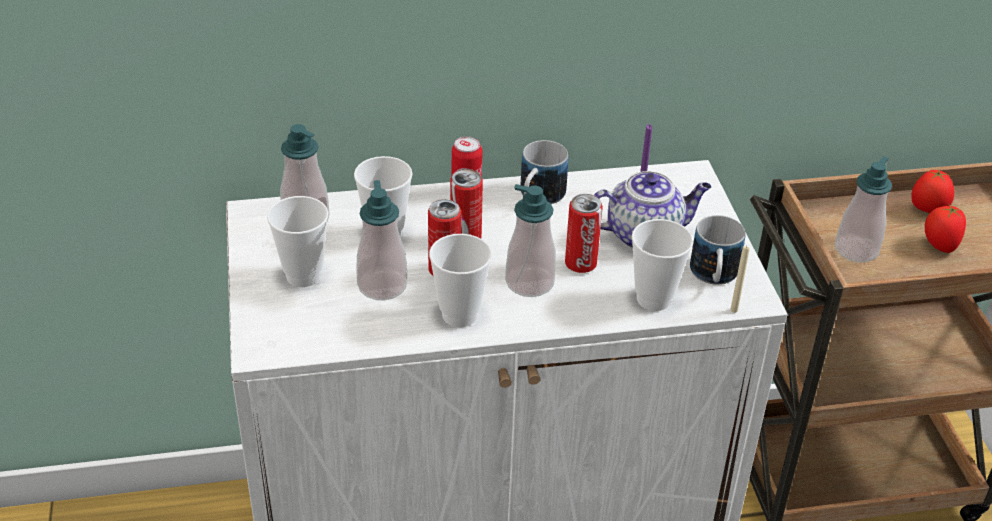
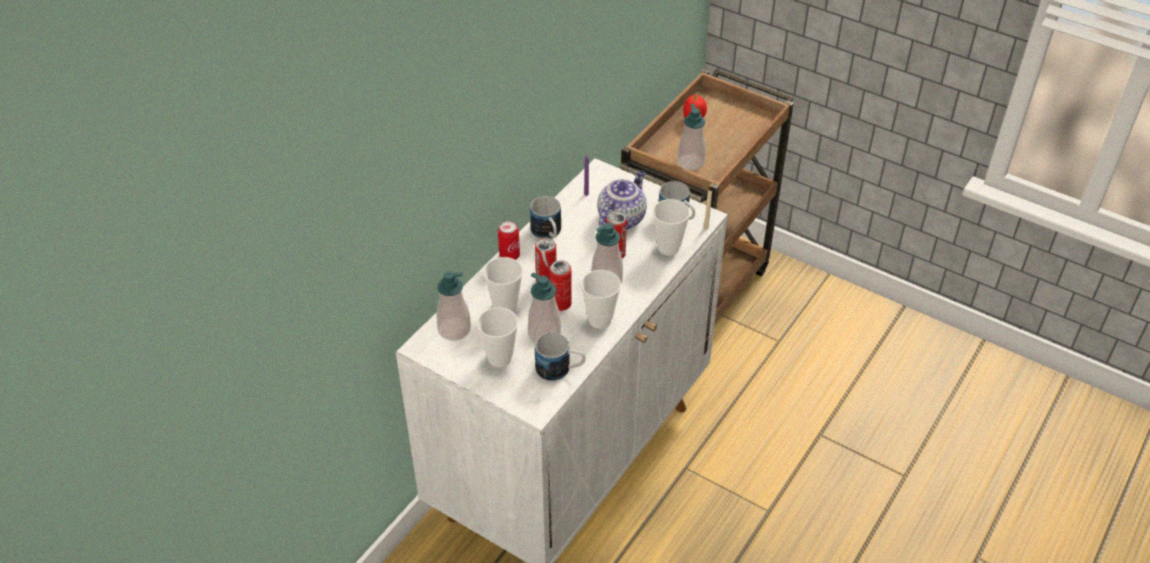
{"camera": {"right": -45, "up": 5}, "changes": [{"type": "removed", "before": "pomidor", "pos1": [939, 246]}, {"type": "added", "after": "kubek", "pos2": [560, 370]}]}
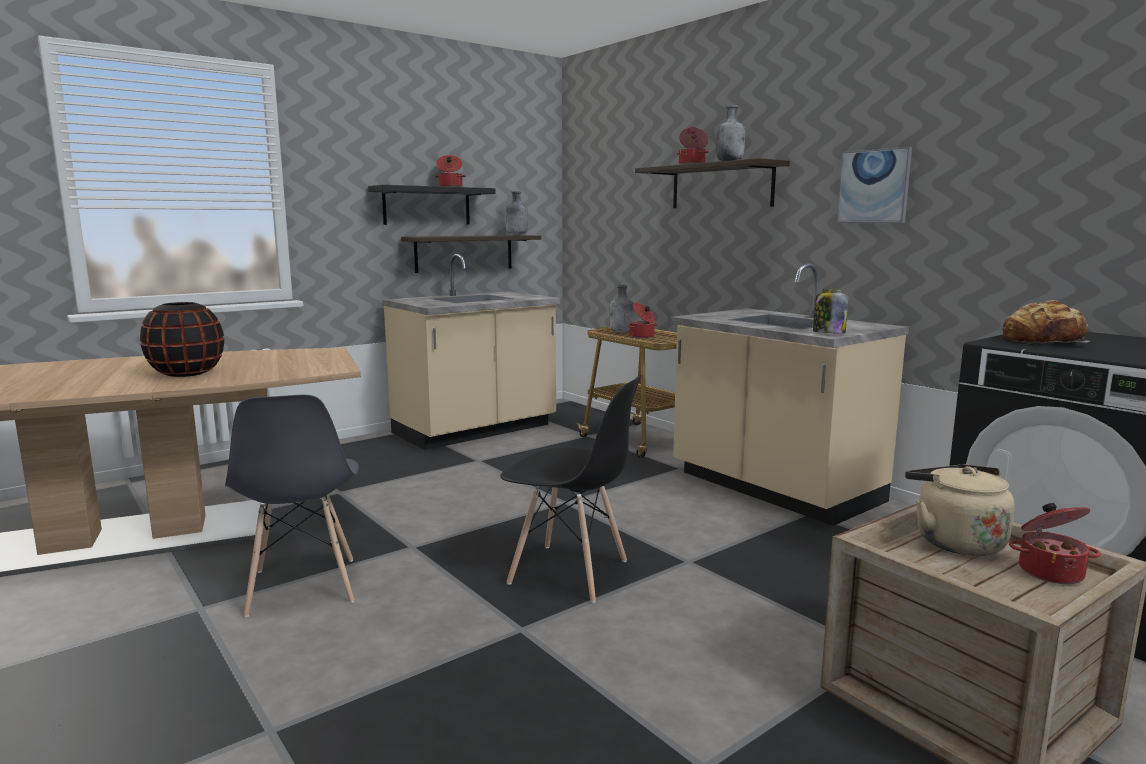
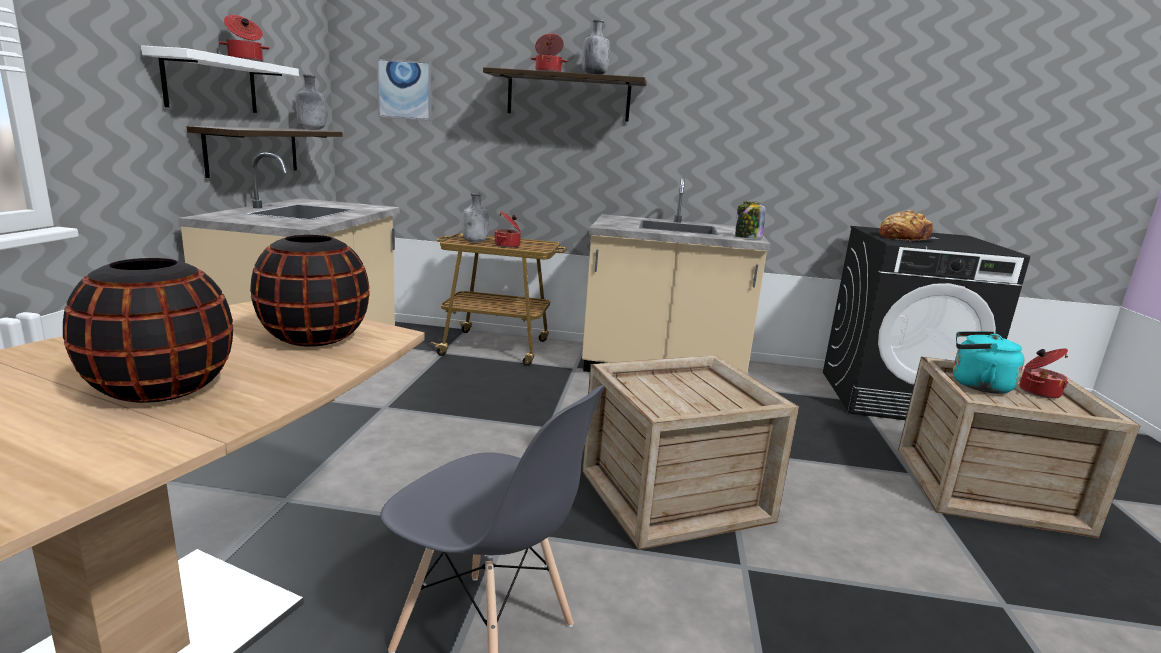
{"camera": {"right": -45, "up": 5}, "changes": [{"type": "recoloured", "before": "półka [czarny]", "after": "półka [biały]", "pos1": [427, 206], "pos2": [211, 84]}, {"type": "replaced", "before": "krzesło [czarny]", "after": "skrzynka", "pos1": [569, 572], "pos2": [677, 496]}, {"type": "moved", "before": "obraz", "pos1": [874, 186], "pos2": [405, 90]}, {"type": "recoloured", "before": "czajnik [beżowy]", "after": "czajnik [turkusowy]", "pos1": [954, 541], "pos2": [976, 385]}, {"type": "added", "after": "wazon [czarny]", "pos2": [315, 339]}]}
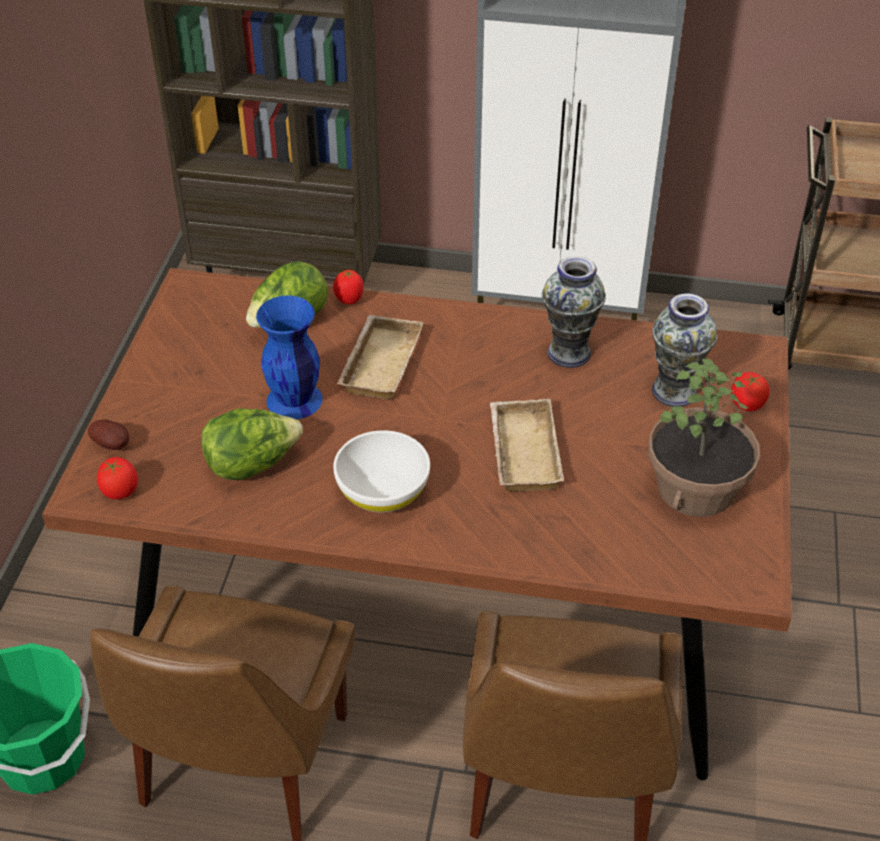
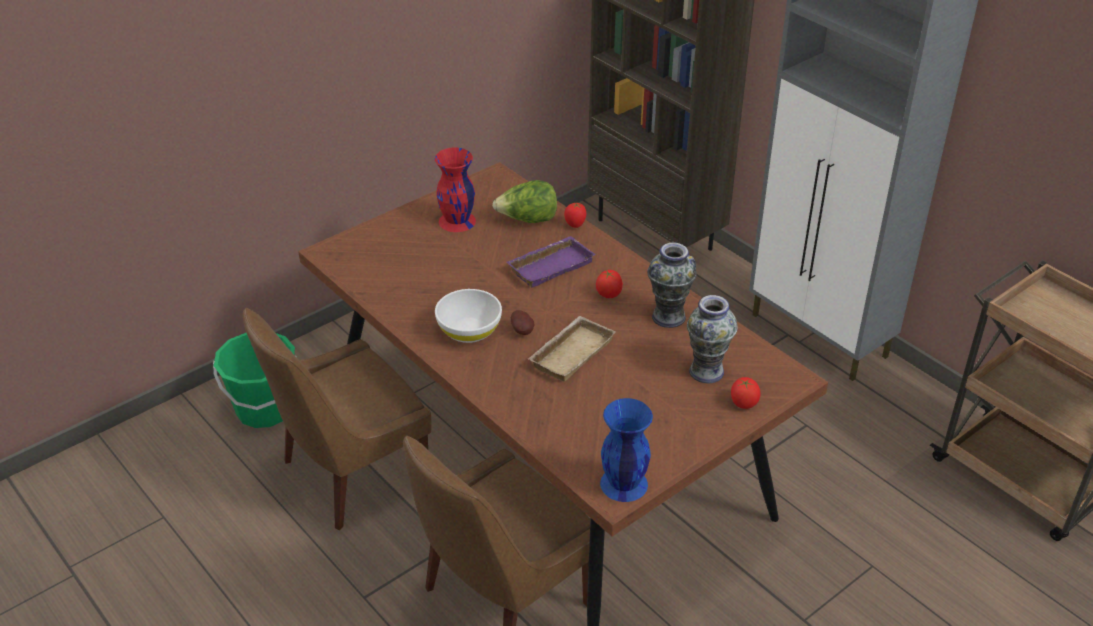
{"camera": {"right": 40, "up": -5}, "changes": [{"type": "moved", "before": "ziemniak", "pos1": [113, 445], "pos2": [523, 331]}, {"type": "moved", "before": "pomidor", "pos1": [120, 491], "pos2": [609, 294]}, {"type": "removed", "before": "sałata", "pos1": [252, 464]}, {"type": "moved", "before": "wazon [niebieski]", "pos1": [293, 400], "pos2": [623, 484]}, {"type": "recoloured", "before": "taca [beżowy]", "after": "taca [fioletowy]", "pos1": [379, 362], "pos2": [550, 265]}, {"type": "removed", "before": "roślina doniczkowa", "pos1": [696, 489]}, {"type": "added", "after": "wazon [czerwony]", "pos2": [456, 221]}]}
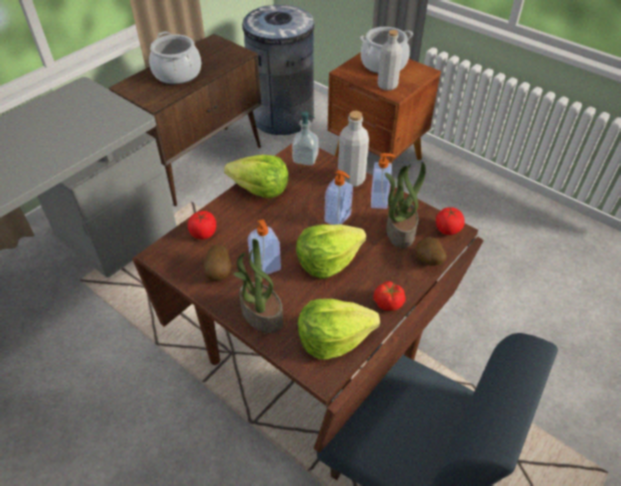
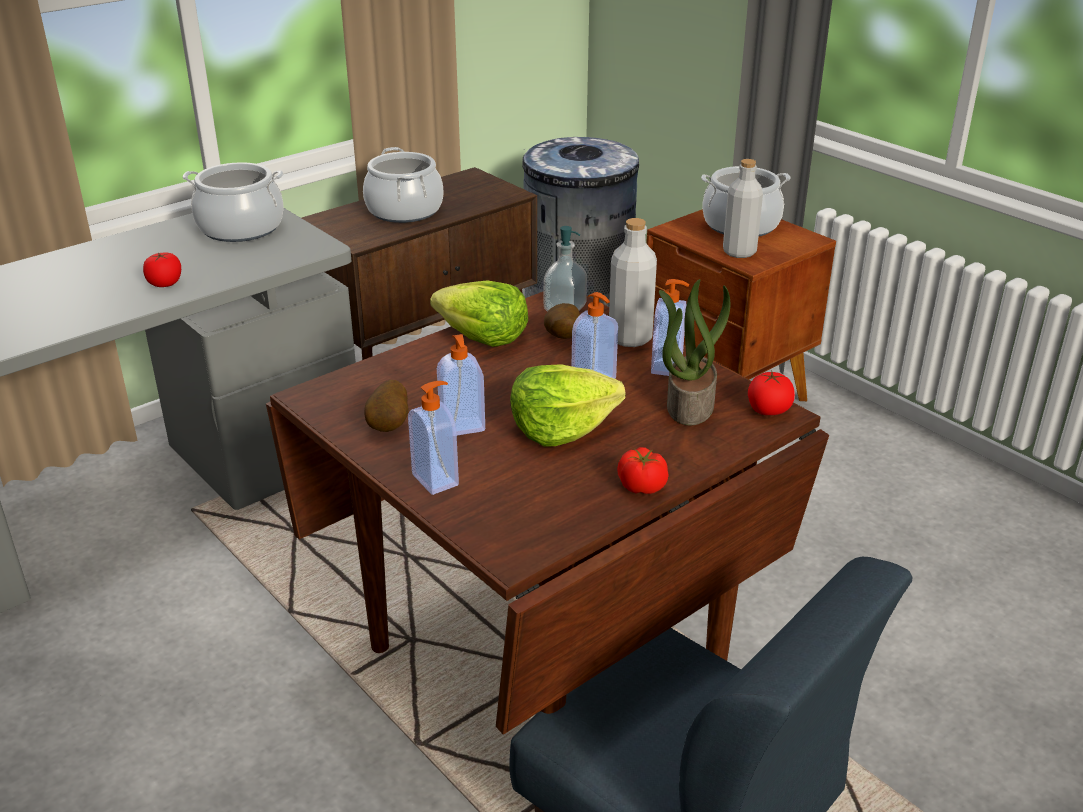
{"camera": {"right": 10, "up": -15}, "changes": [{"type": "moved", "before": "pomidor", "pos1": [203, 233], "pos2": [165, 283]}, {"type": "replaced", "before": "roślina doniczkowa", "after": "dozownik mydła", "pos1": [260, 315], "pos2": [437, 479]}, {"type": "removed", "before": "sałata", "pos1": [333, 338]}, {"type": "moved", "before": "ziemniak", "pos1": [428, 261], "pos2": [562, 338]}, {"type": "added", "after": "garnek", "pos2": [241, 228]}]}
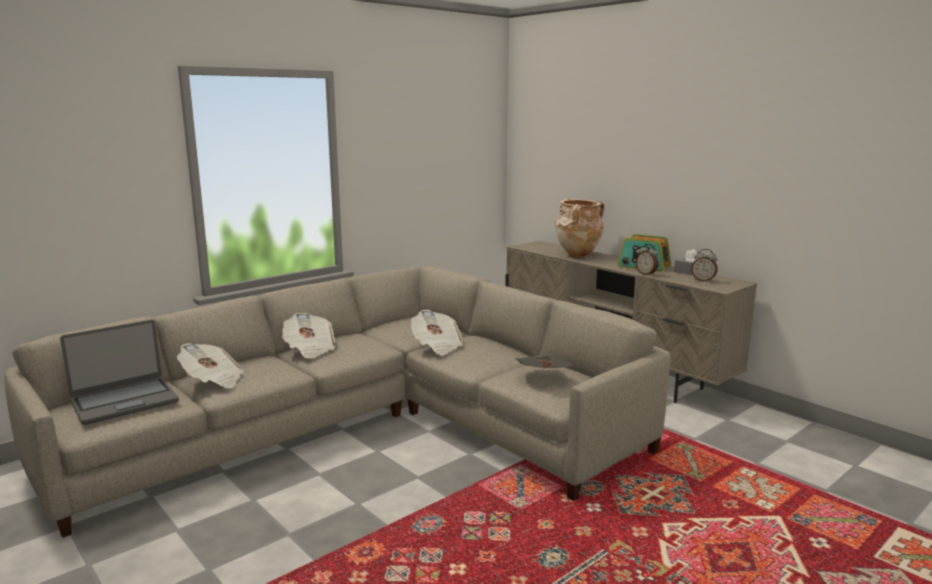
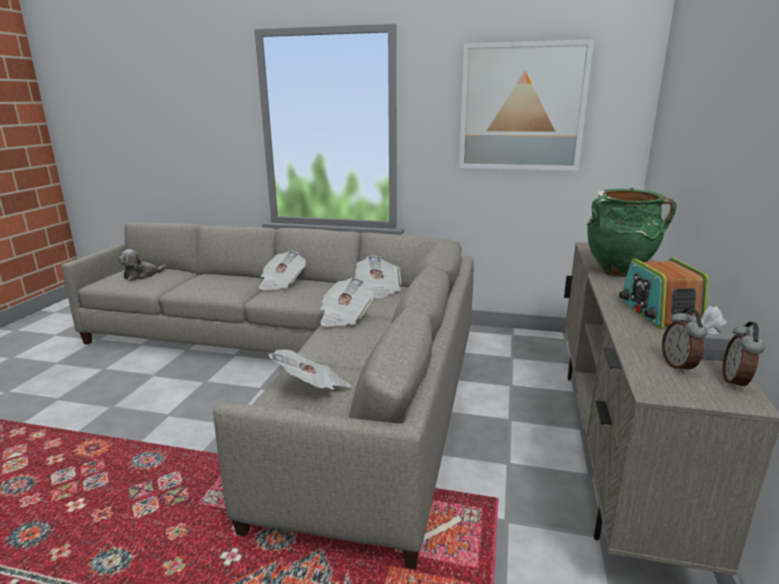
{"camera": {"right": 55, "up": 5}, "changes": [{"type": "replaced", "before": "laptop", "after": "pluszak", "pos1": [124, 401], "pos2": [142, 276]}, {"type": "moved", "before": "gazeta", "pos1": [213, 380], "pos2": [378, 289]}, {"type": "recoloured", "before": "wazon [beżowy]", "after": "wazon [zielony]", "pos1": [577, 255], "pos2": [618, 272]}, {"type": "moved", "before": "budzik", "pos1": [646, 274], "pos2": [736, 382]}, {"type": "added", "after": "obraz", "pos2": [522, 107]}]}
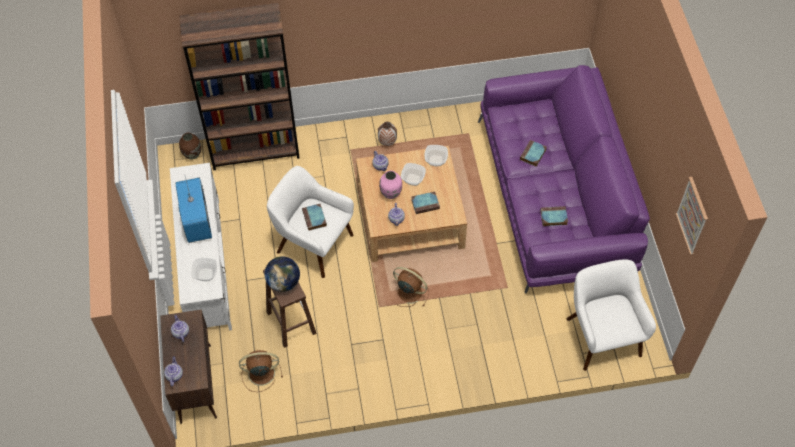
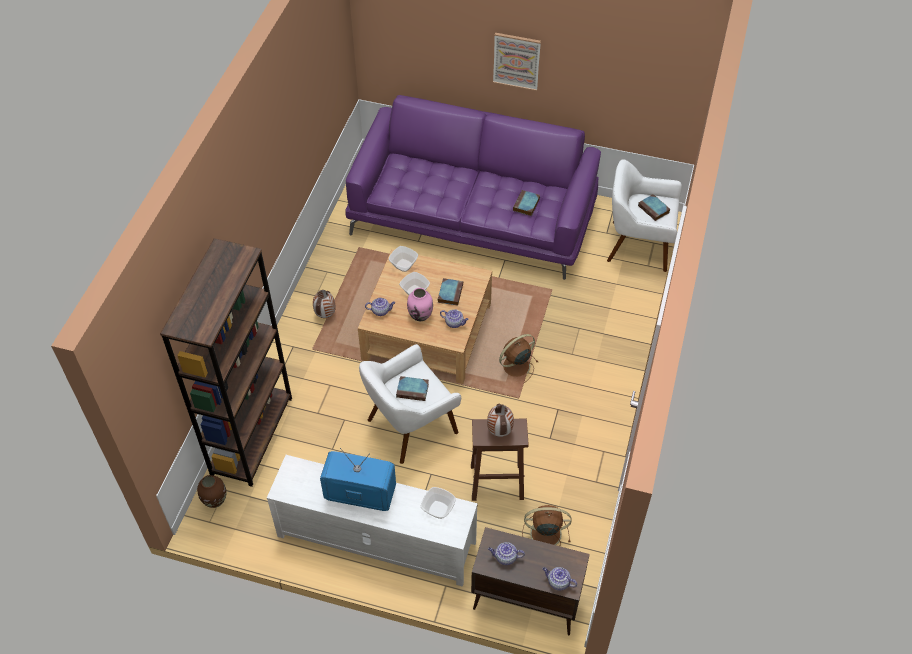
{"camera": {"right": -65, "up": -5}, "changes": [{"type": "turned", "before": "wentylator [brązowy]", "pos1": [260, 373], "pos2": [544, 533], "turn": 75}, {"type": "replaced", "before": "globus", "after": "wazon", "pos1": [283, 282], "pos2": [499, 432]}, {"type": "moved", "before": "książka", "pos1": [533, 155], "pos2": [654, 209]}, {"type": "moved", "before": "obraz", "pos1": [692, 215], "pos2": [516, 61]}]}
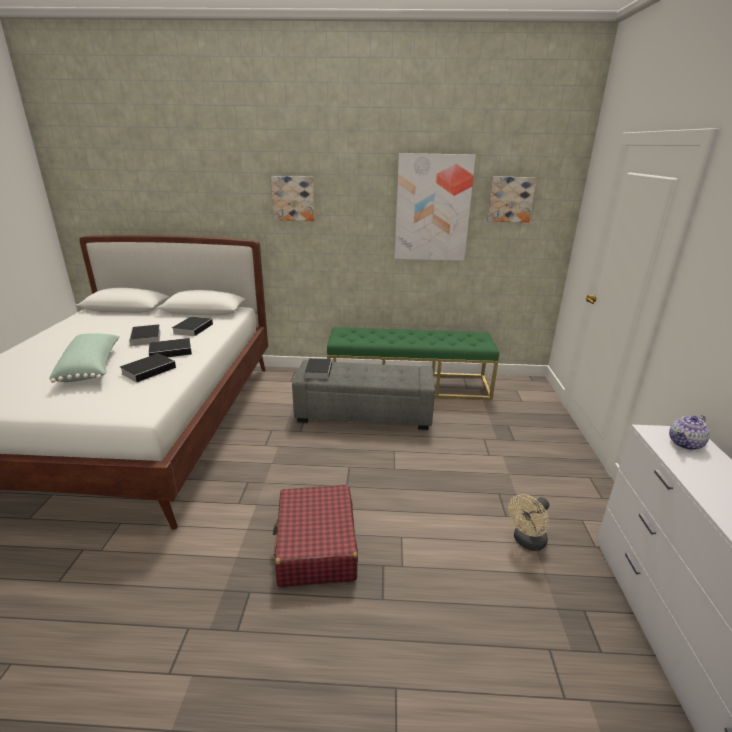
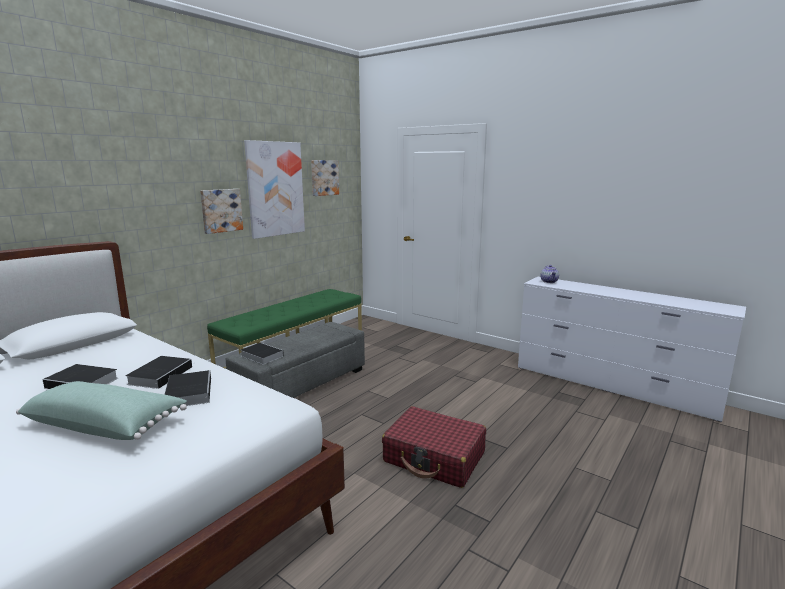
{"camera": {"right": -55, "up": -10}, "changes": [{"type": "removed", "before": "książka", "pos1": [193, 328]}, {"type": "moved", "before": "obraz", "pos1": [293, 198], "pos2": [221, 210]}, {"type": "removed", "before": "wentylator [beżowy]", "pos1": [526, 542]}]}
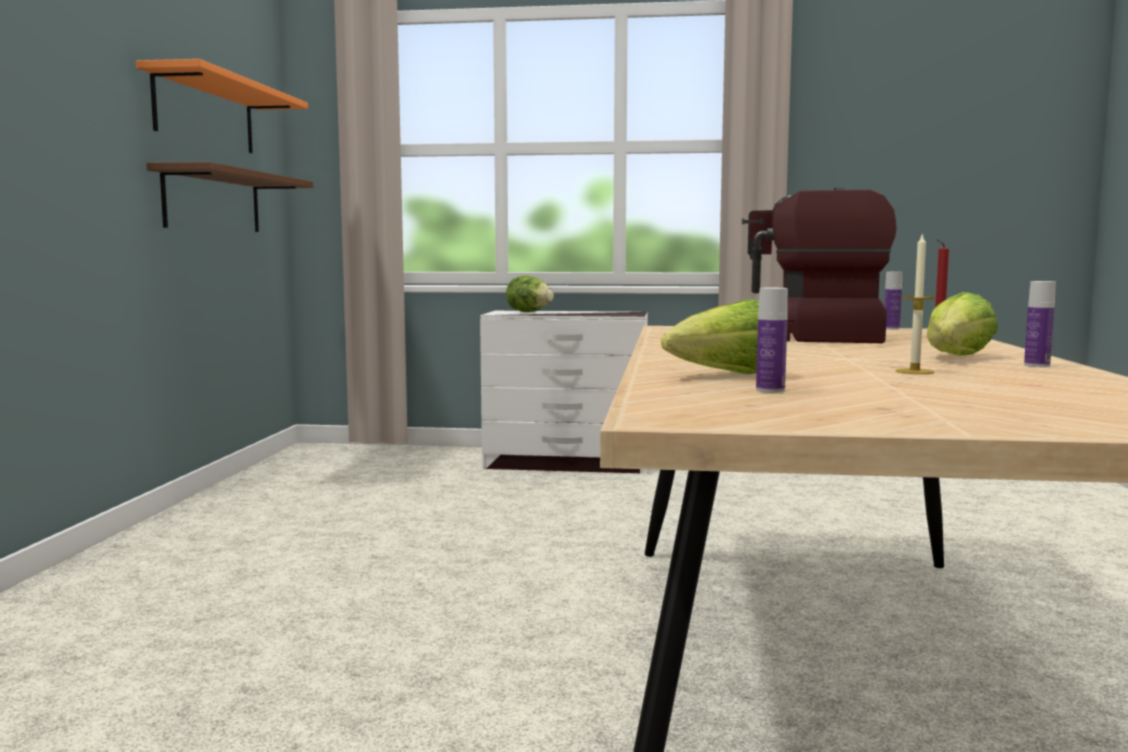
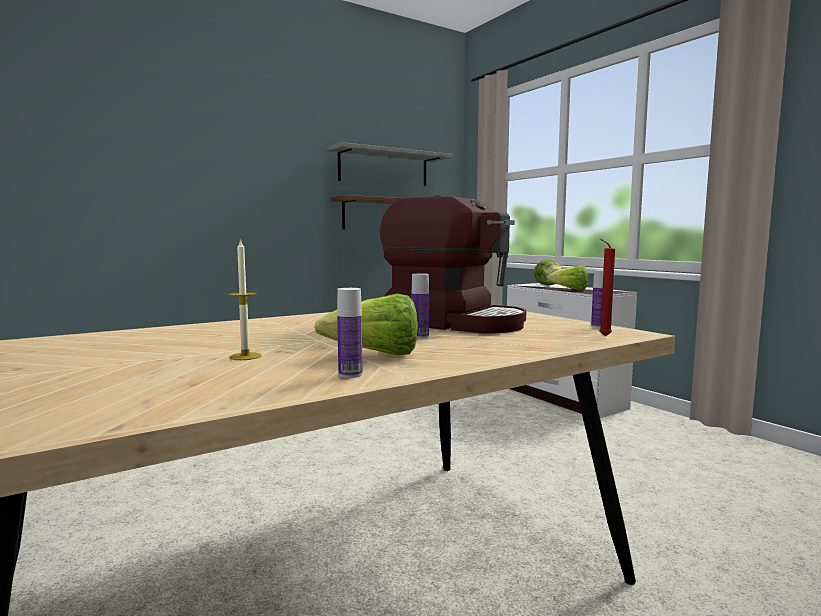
{"camera": {"right": 50, "up": 0}, "changes": [{"type": "recoloured", "before": "półka [pomarańczowy]", "after": "półka [szary]", "pos1": [205, 114], "pos2": [384, 168]}, {"type": "moved", "before": "sałata", "pos1": [726, 375], "pos2": [570, 290]}, {"type": "turned", "before": "ekspres do kawy", "pos1": [806, 337], "pos2": [455, 322], "turn": 150}, {"type": "moved", "before": "butelka", "pos1": [770, 390], "pos2": [420, 336]}]}
